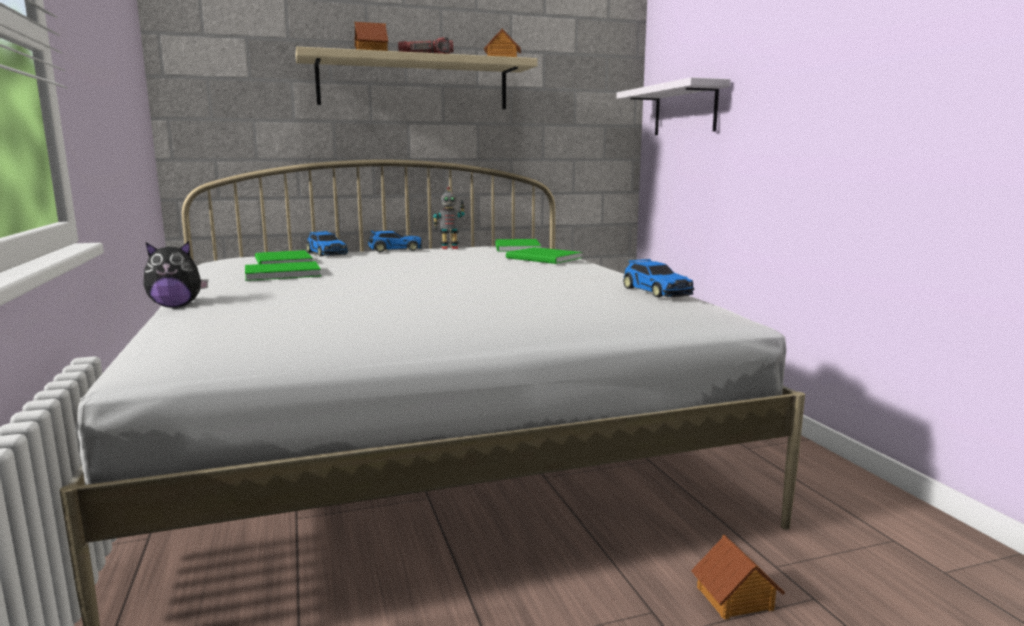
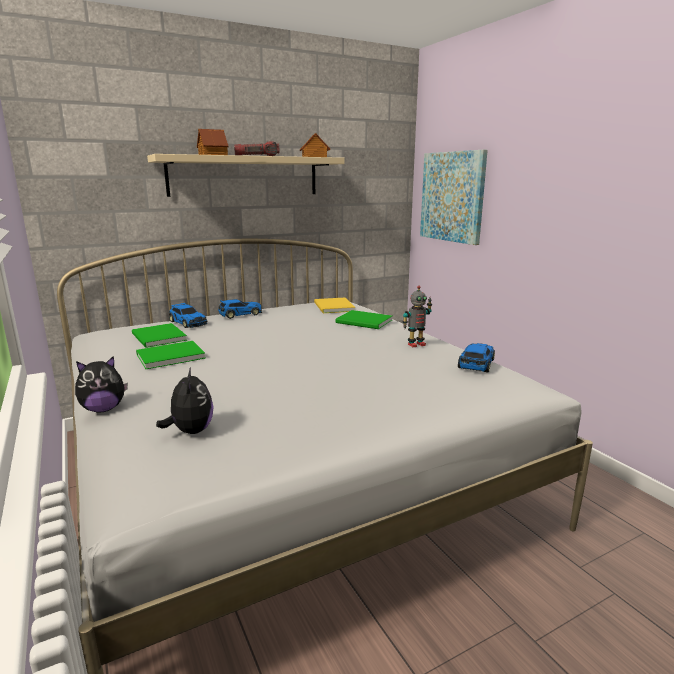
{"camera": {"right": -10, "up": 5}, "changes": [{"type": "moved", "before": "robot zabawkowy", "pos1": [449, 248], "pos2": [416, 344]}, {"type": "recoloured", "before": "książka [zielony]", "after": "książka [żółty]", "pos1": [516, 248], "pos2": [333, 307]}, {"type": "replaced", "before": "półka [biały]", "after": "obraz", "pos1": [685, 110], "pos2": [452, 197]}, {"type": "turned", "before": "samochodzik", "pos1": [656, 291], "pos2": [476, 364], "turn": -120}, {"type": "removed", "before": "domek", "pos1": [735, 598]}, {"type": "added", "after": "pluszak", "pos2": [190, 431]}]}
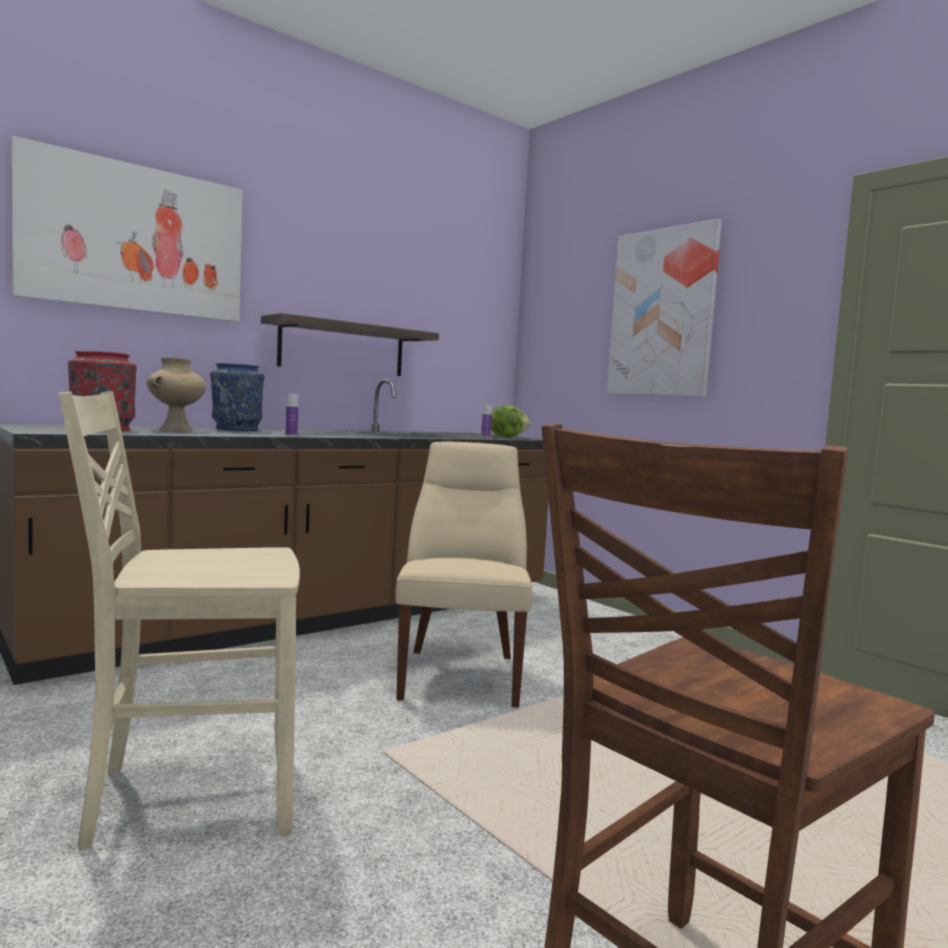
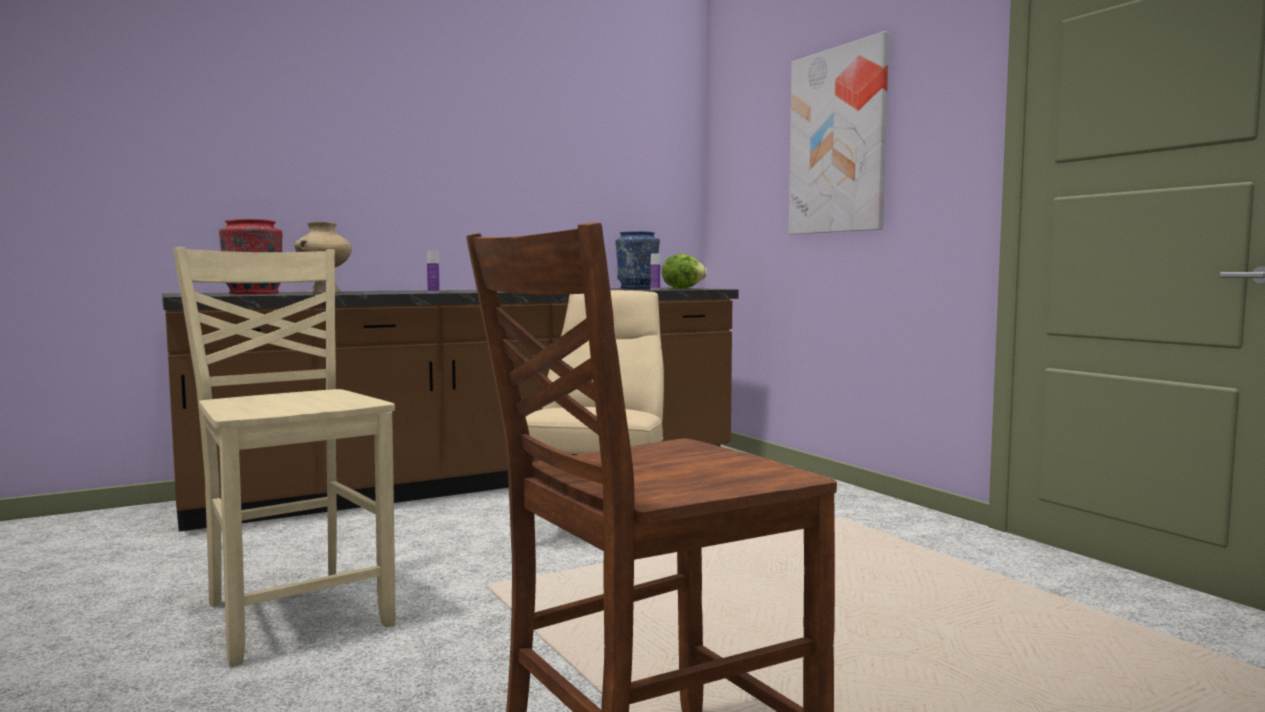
{"camera": {"right": 10, "up": 0}, "changes": [{"type": "removed", "before": "obraz", "pos1": [135, 239]}, {"type": "turned", "before": "krzesło [beżowy]", "pos1": [190, 797], "pos2": [295, 614], "turn": 60}, {"type": "moved", "before": "wazon [niebieski]", "pos1": [236, 429], "pos2": [637, 288]}, {"type": "removed", "before": "półka", "pos1": [342, 348]}]}
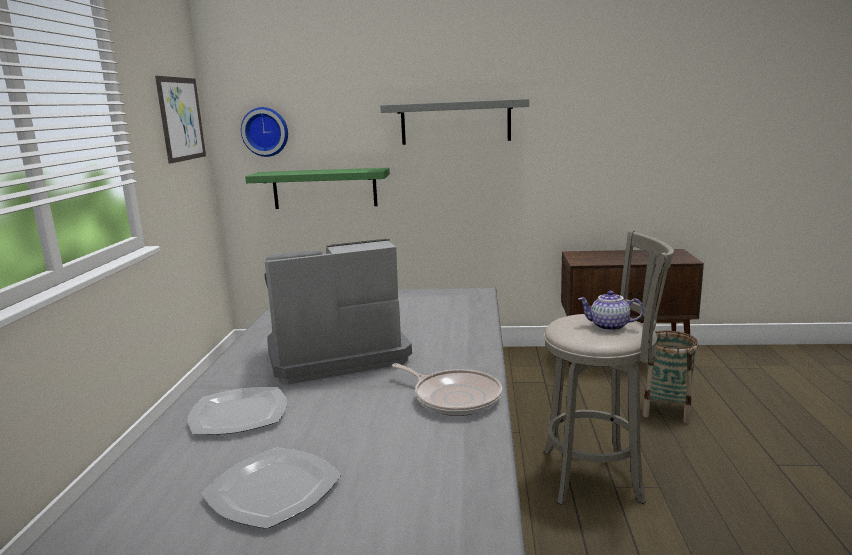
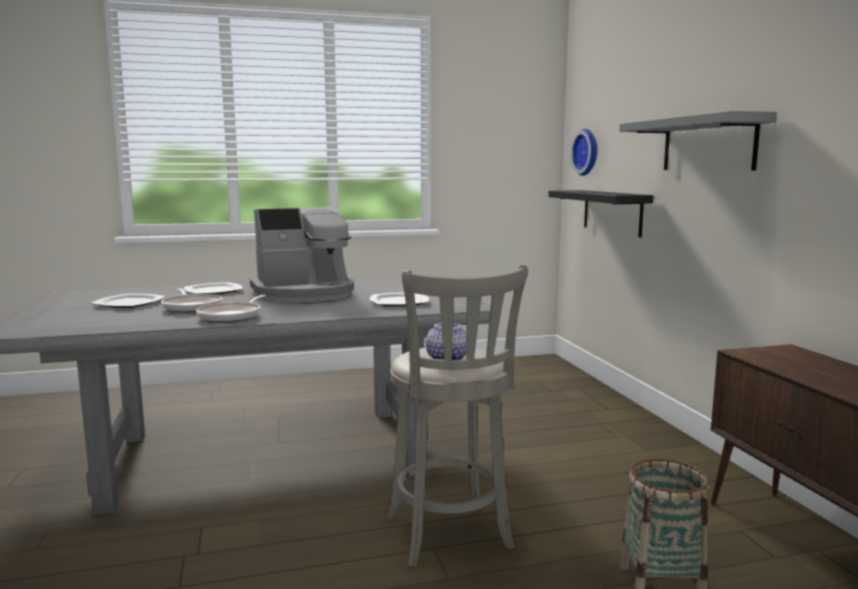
{"camera": {"right": 70, "up": -5}, "changes": [{"type": "removed", "before": "obraz", "pos1": [181, 119]}, {"type": "recoloured", "before": "półka [zielony]", "after": "półka [czarny]", "pos1": [324, 188], "pos2": [612, 212]}, {"type": "turned", "before": "ekspres do kawy", "pos1": [334, 354], "pos2": [304, 293], "turn": 105}, {"type": "added", "after": "patelnia", "pos2": [192, 307]}, {"type": "added", "after": "talerz", "pos2": [399, 302]}]}
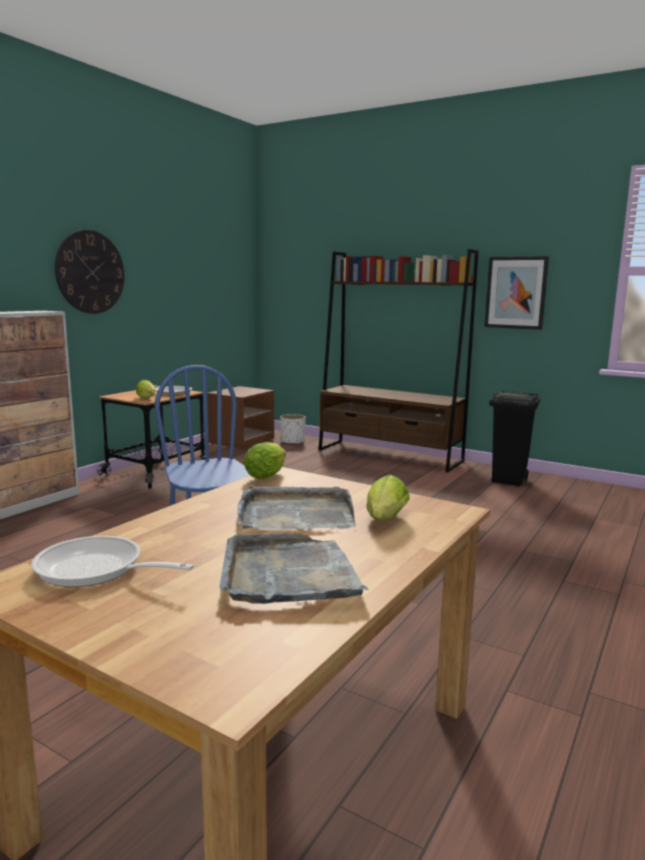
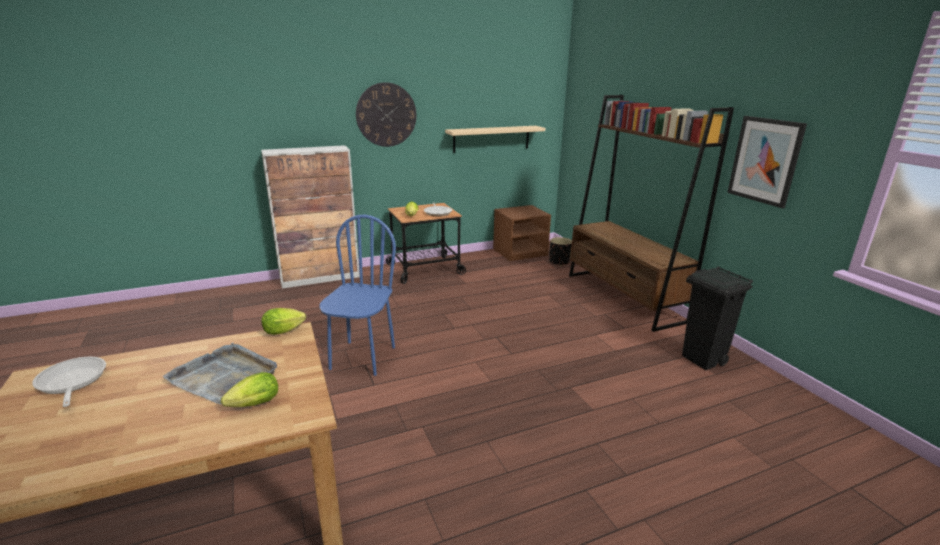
{"camera": {"right": 35, "up": 10}, "changes": [{"type": "removed", "before": "taca [szary]", "pos1": [289, 574]}, {"type": "recoloured", "before": "donica [biały]", "after": "donica [czarny]", "pos1": [293, 441], "pos2": [559, 262]}, {"type": "added", "after": "półka [beżowy]", "pos2": [491, 138]}]}
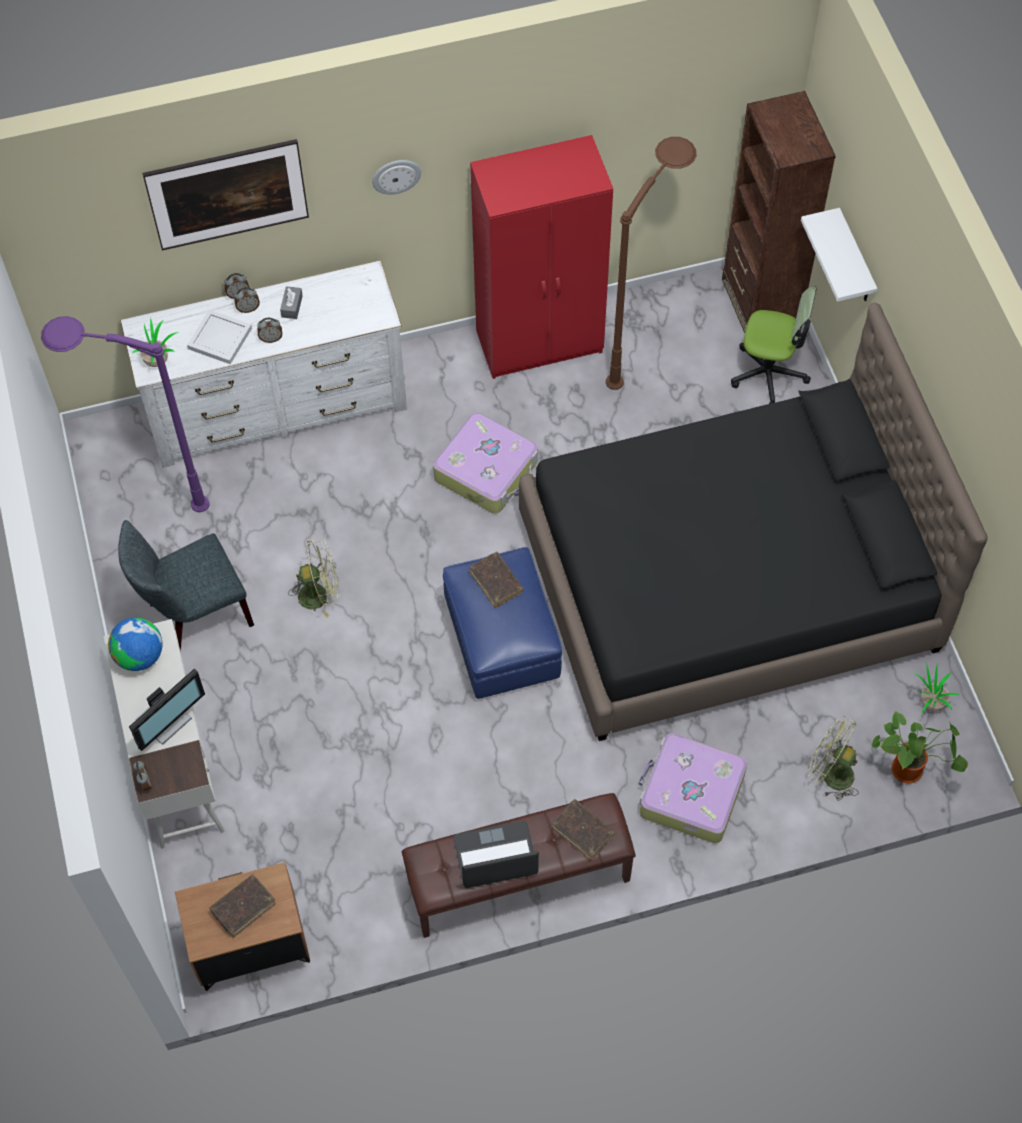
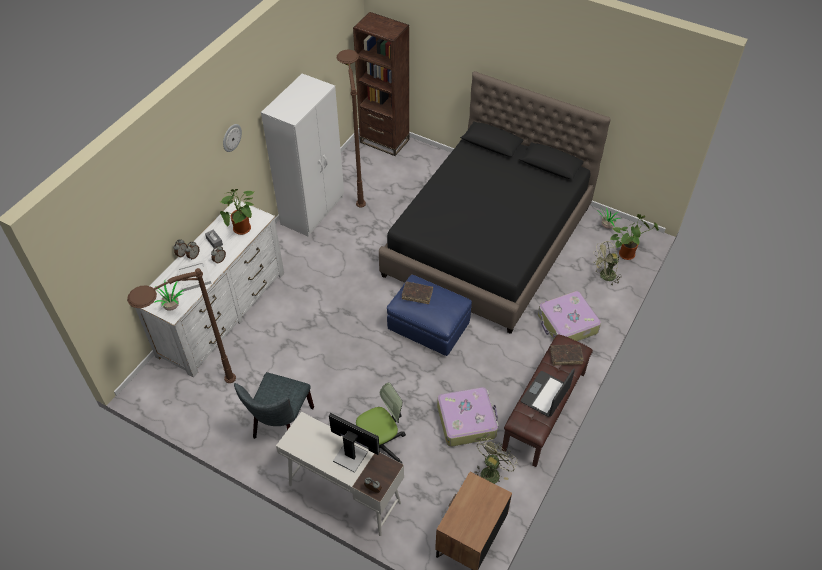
{"camera": {"right": -45, "up": -10}, "changes": [{"type": "recoloured", "before": "lampa stojąca [fioletowy]", "after": "lampa stojąca [brązowy]", "pos1": [142, 499], "pos2": [198, 397]}, {"type": "removed", "before": "globus", "pos1": [140, 656]}, {"type": "turned", "before": "monitor", "pos1": [166, 720], "pos2": [350, 455], "turn": -60}, {"type": "removed", "before": "obraz", "pos1": [231, 212]}, {"type": "removed", "before": "książka [brązowy]", "pos1": [243, 907]}, {"type": "moved", "before": "wentylator [zielony]", "pos1": [320, 594], "pos2": [491, 471]}, {"type": "moved", "before": "walizka", "pos1": [487, 470], "pos2": [467, 420]}, {"type": "recoloured", "before": "szafa [czerwony]", "after": "szafa [biały]", "pos1": [541, 343], "pos2": [313, 210]}, {"type": "moved", "before": "krzesło biurowe", "pos1": [768, 373], "pos2": [380, 446]}, {"type": "removed", "before": "półka [biały]", "pos1": [855, 259]}, {"type": "added", "after": "roślina doniczkowa", "pos2": [243, 230]}]}
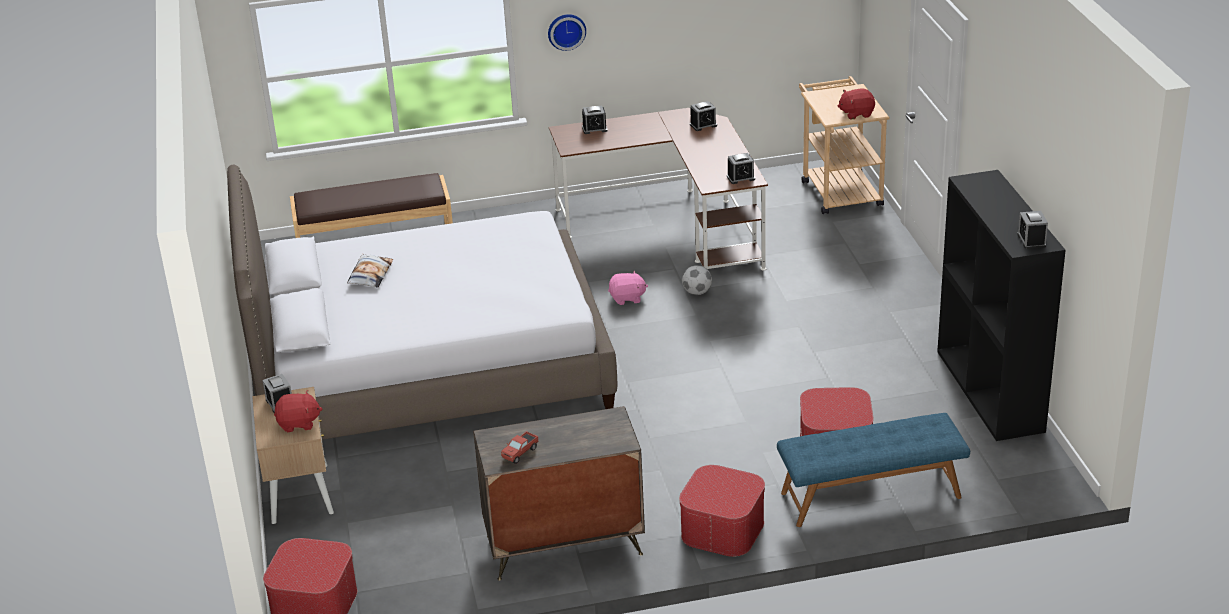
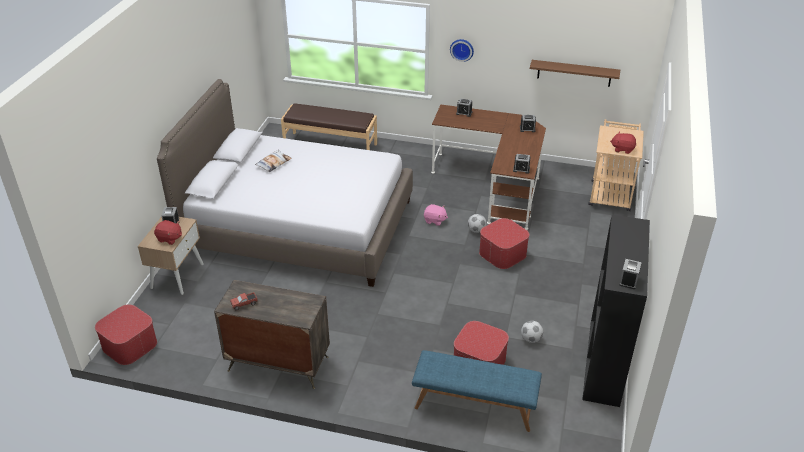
{"camera": {"right": 25, "up": 5}, "changes": [{"type": "moved", "before": "pufa", "pos1": [723, 529], "pos2": [502, 253]}, {"type": "added", "after": "piłka futbolowa", "pos2": [531, 339]}, {"type": "added", "after": "półka [brązowy]", "pos2": [574, 73]}]}
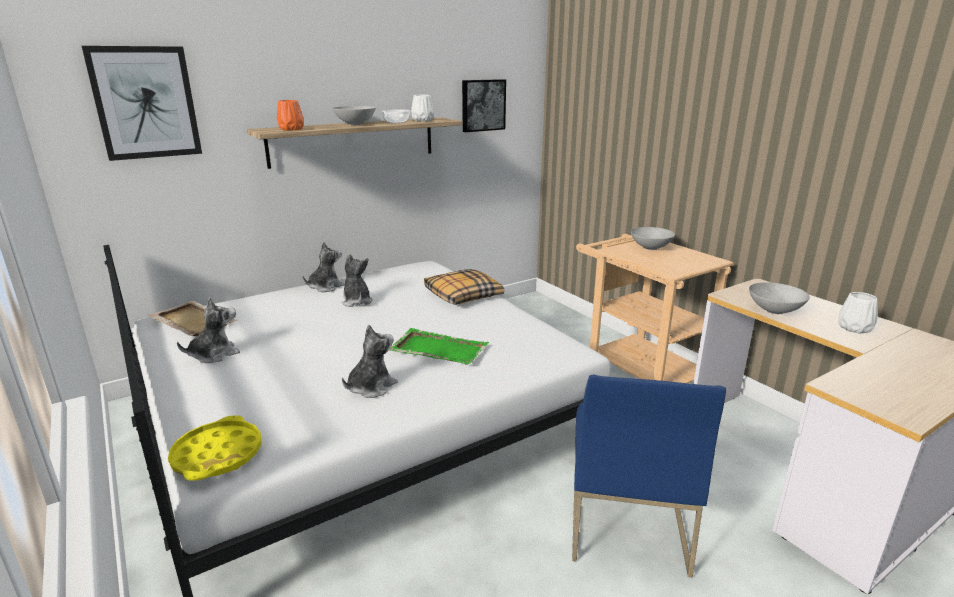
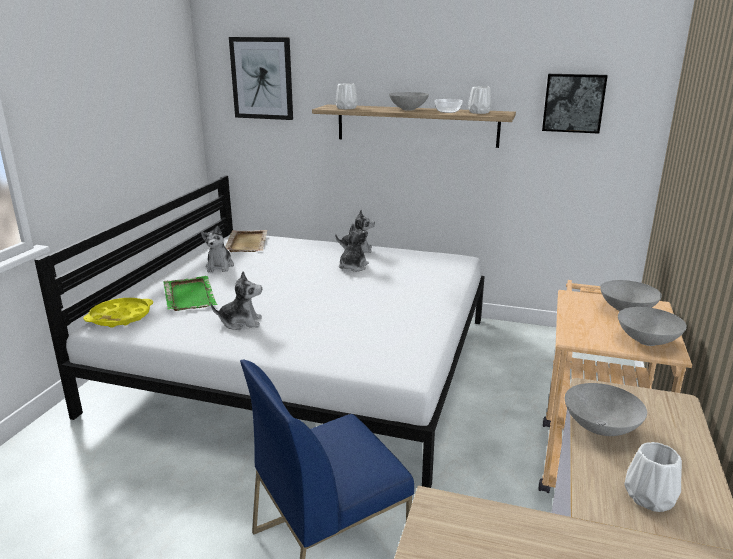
{"camera": {"right": 50, "up": 0}, "changes": [{"type": "turned", "before": "pluszak", "pos1": [214, 354], "pos2": [220, 266], "turn": 75}, {"type": "recoloured", "before": "wazon [pomarańczowy]", "after": "wazon [biały]", "pos1": [291, 129], "pos2": [346, 108]}, {"type": "moved", "before": "taca [zielony]", "pos1": [437, 349], "pos2": [189, 295]}, {"type": "removed", "before": "poduszka", "pos1": [462, 295]}, {"type": "added", "after": "miska [szary]", "pos2": [648, 341]}]}
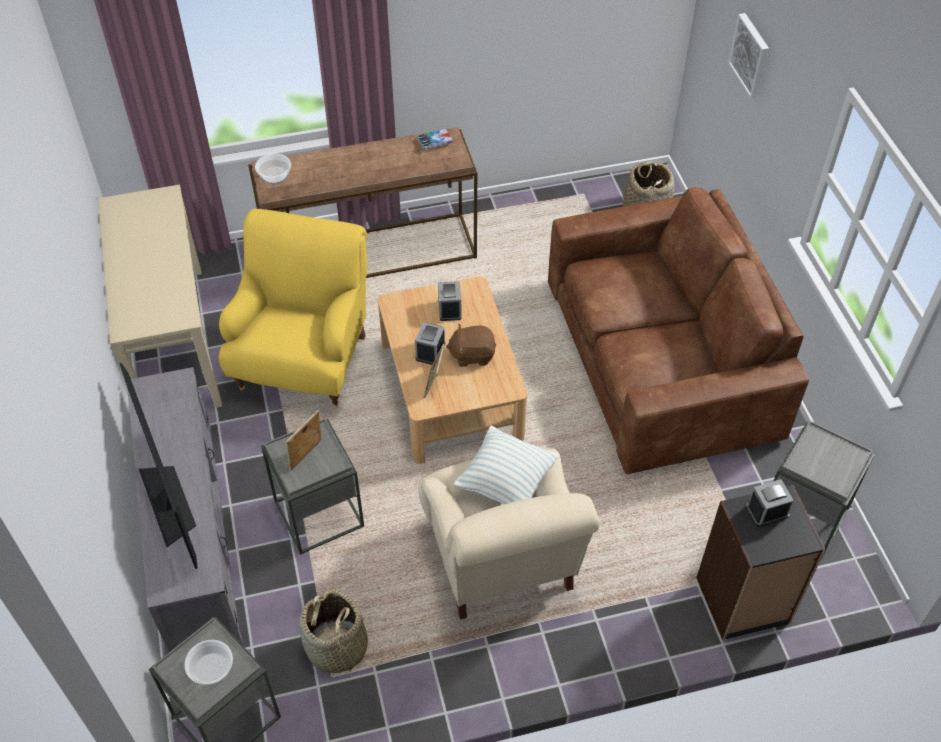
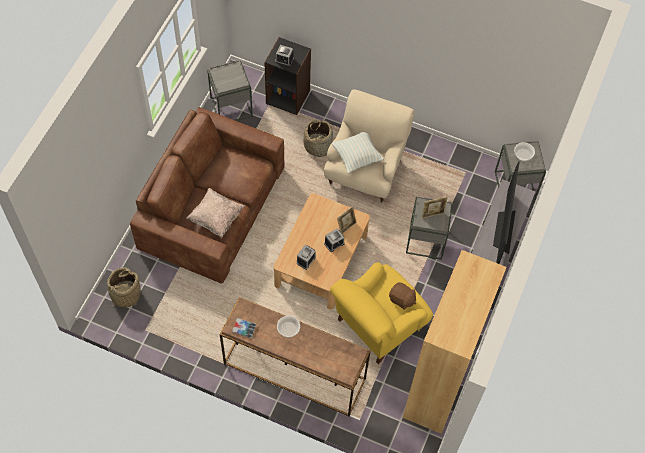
{"camera": {"right": -145, "up": 10}, "changes": [{"type": "replaced", "before": "stolik konsolowy [beżowy]", "after": "regał [brązowy]", "pos1": [171, 342], "pos2": [438, 385]}, {"type": "moved", "before": "miska", "pos1": [274, 175], "pos2": [288, 329]}, {"type": "moved", "before": "koszyk", "pos1": [336, 648], "pos2": [318, 145]}, {"type": "moved", "before": "pluszak [brązowy]", "pos1": [472, 355], "pos2": [401, 299]}, {"type": "removed", "before": "obraz", "pos1": [751, 55]}, {"type": "added", "after": "poduszka [beżowy]", "pos2": [216, 218]}]}
